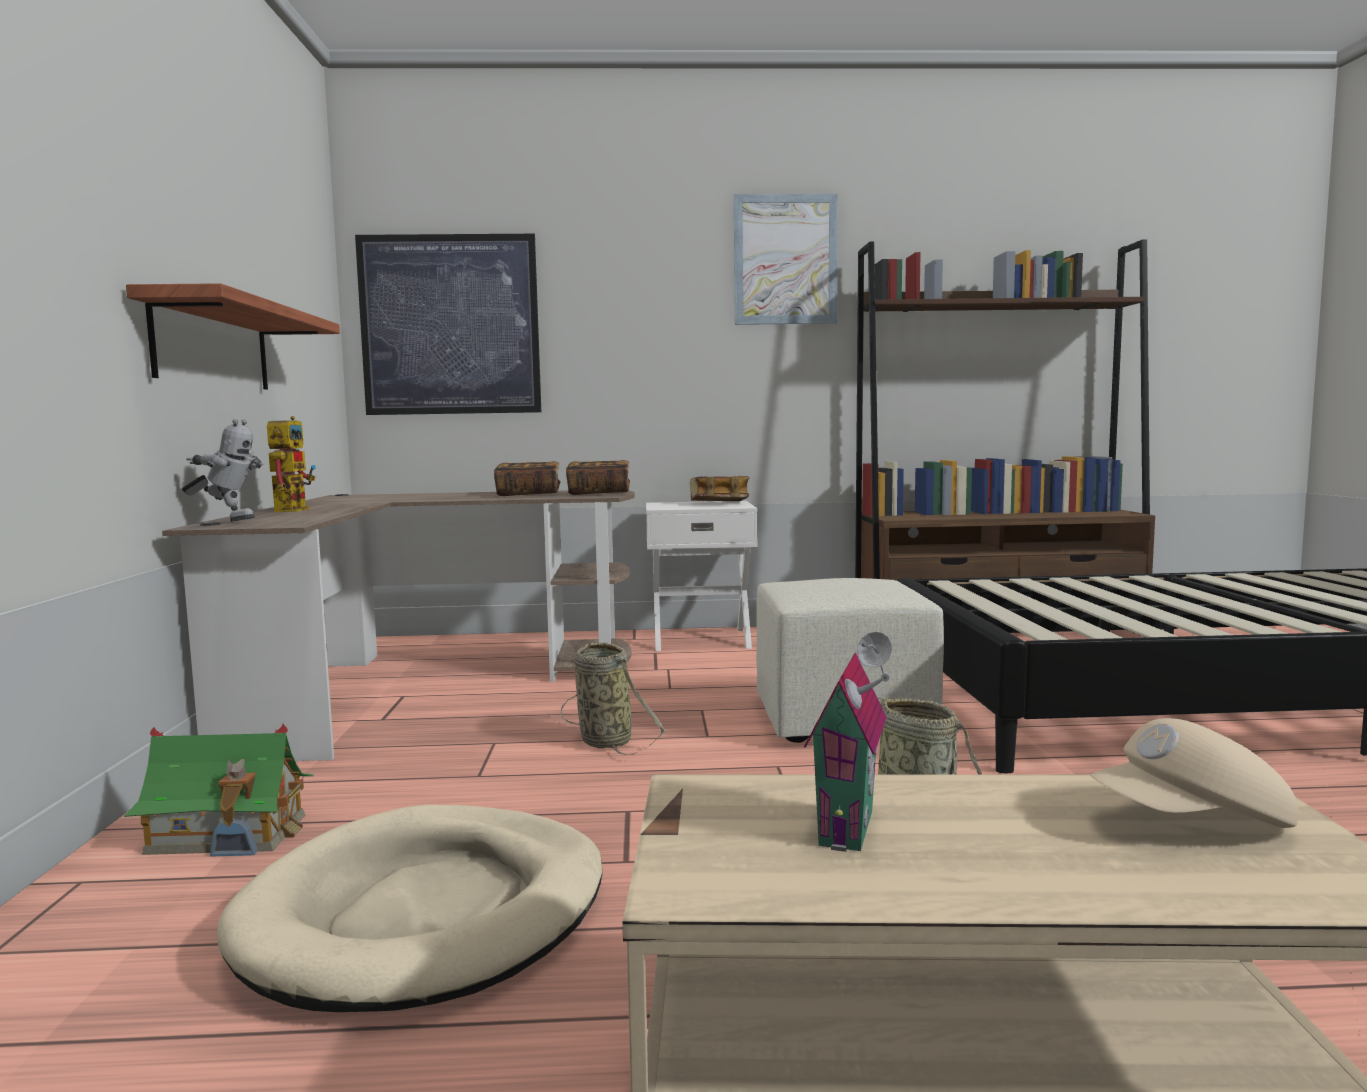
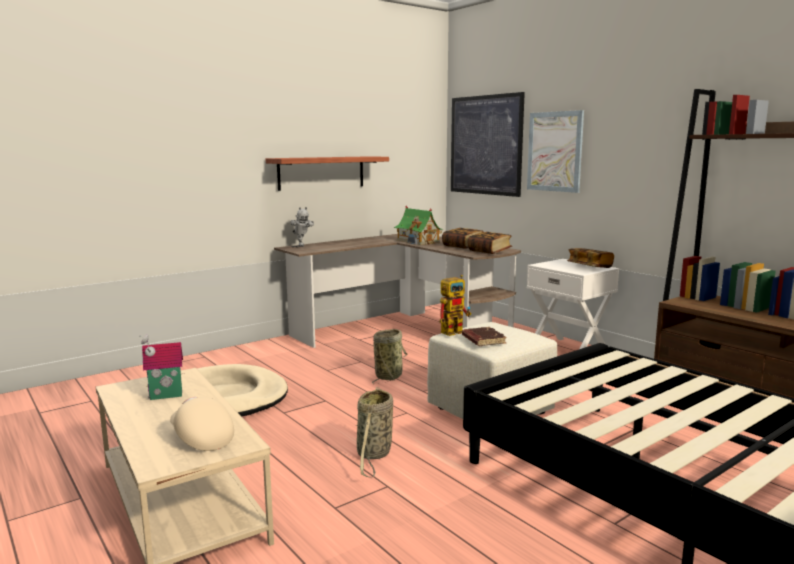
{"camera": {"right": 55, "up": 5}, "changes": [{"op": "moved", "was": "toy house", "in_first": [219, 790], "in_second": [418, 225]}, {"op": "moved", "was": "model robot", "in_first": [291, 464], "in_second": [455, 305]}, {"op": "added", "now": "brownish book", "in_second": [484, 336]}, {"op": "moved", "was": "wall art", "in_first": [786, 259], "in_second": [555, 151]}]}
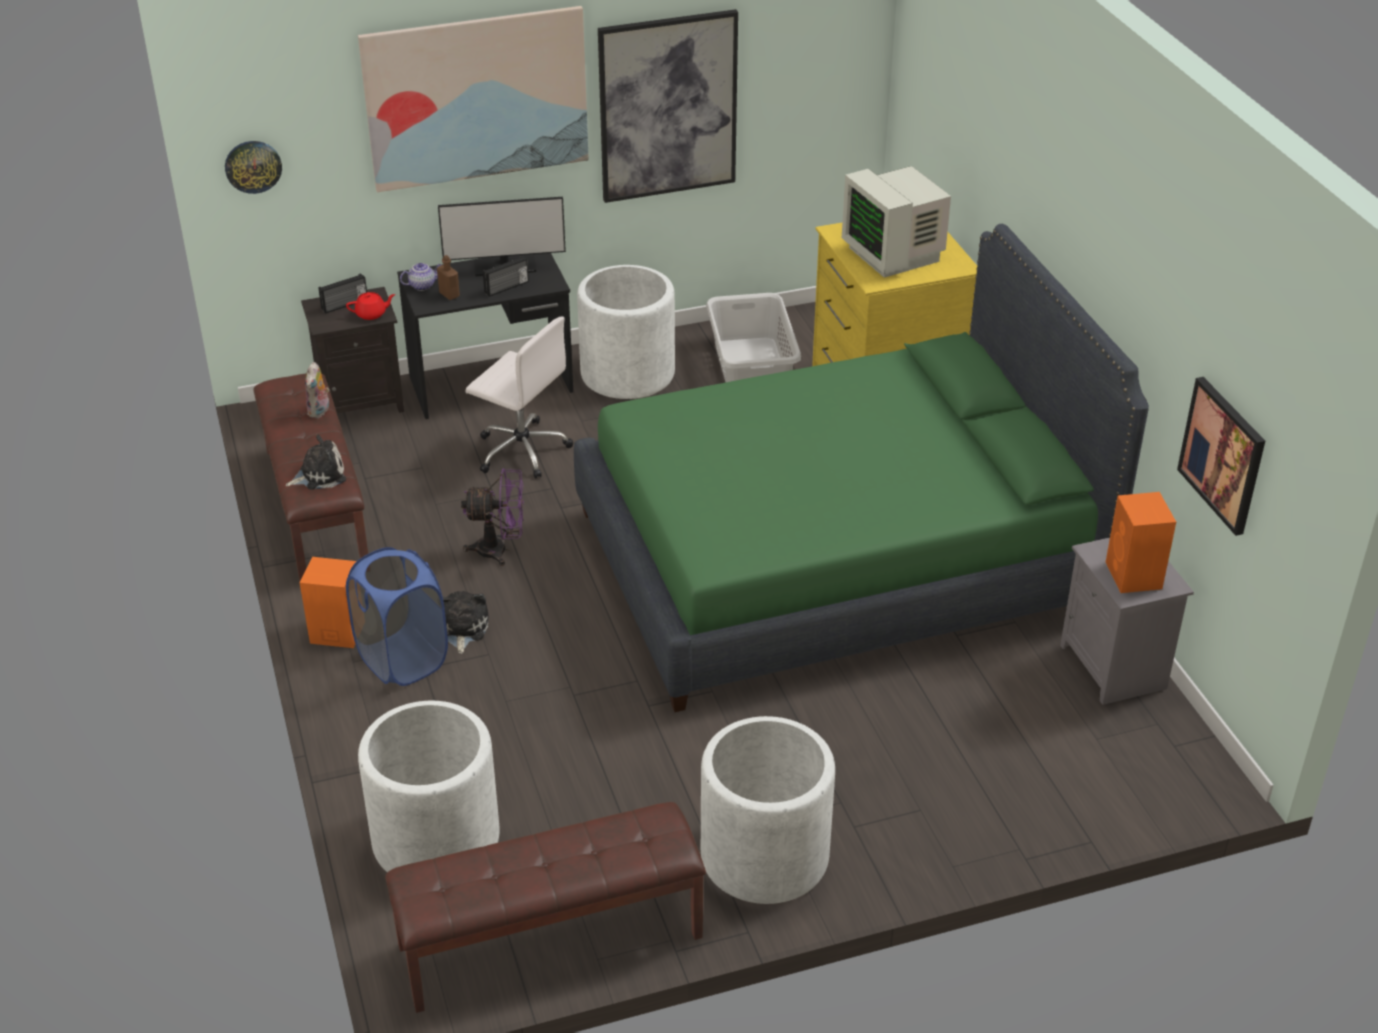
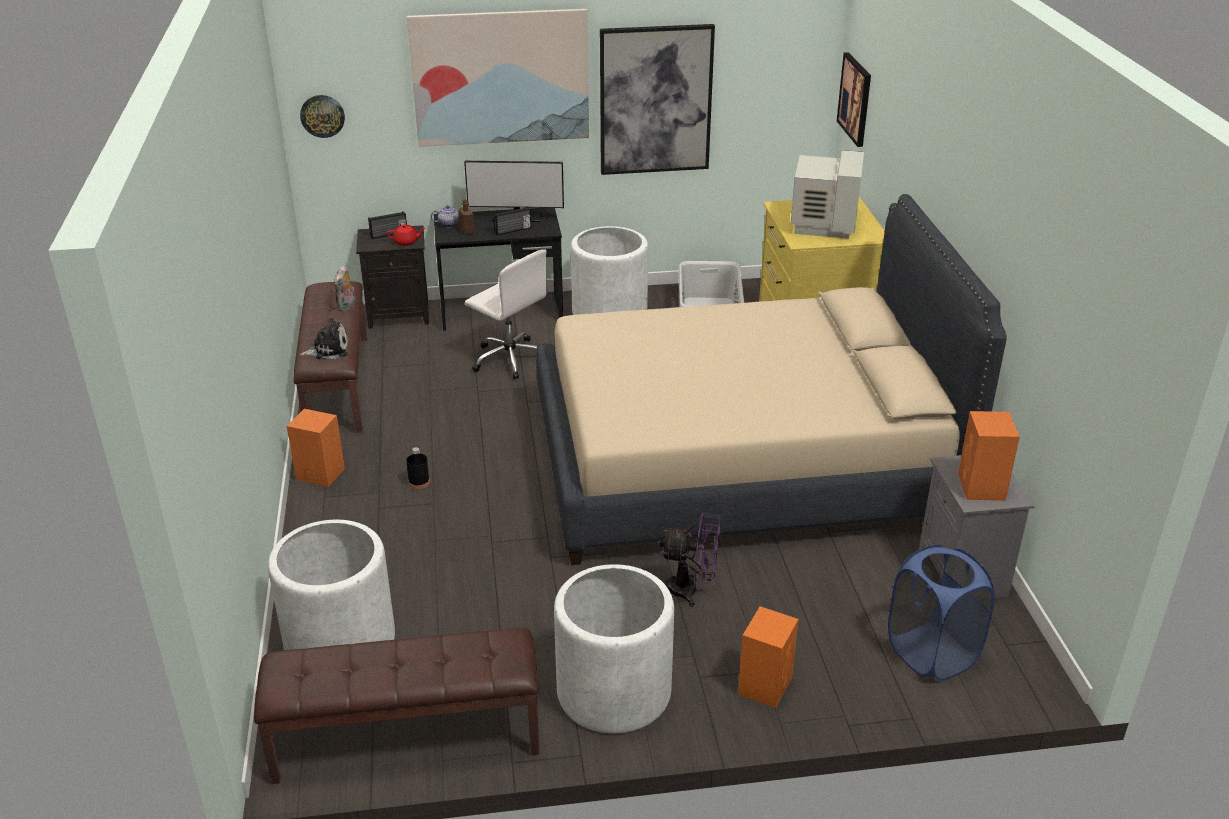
{"camera": {"right": 10, "up": -5}, "changes": [{"op": "replaced", "was": "soft toy", "now": "black-coloured bottle", "in_first": [465, 622], "in_second": [418, 468]}, {"op": "recoloured", "was": "green bedroom bed", "now": "sand-coloured bedroom bed", "in_first": [861, 468], "in_second": [771, 379]}, {"op": "moved", "was": "purplish fan", "in_first": [492, 517], "in_second": [689, 559]}, {"op": "added", "now": "orangey loudspeaker", "in_second": [768, 657]}, {"op": "turned", "was": "monitor", "in_first": [896, 222], "in_second": [827, 194], "clockwise": -150}, {"op": "moved", "was": "wall art", "in_first": [1221, 456], "in_second": [854, 99]}, {"op": "moved", "was": "blue-coloured washing basket", "in_first": [397, 616], "in_second": [941, 612]}]}
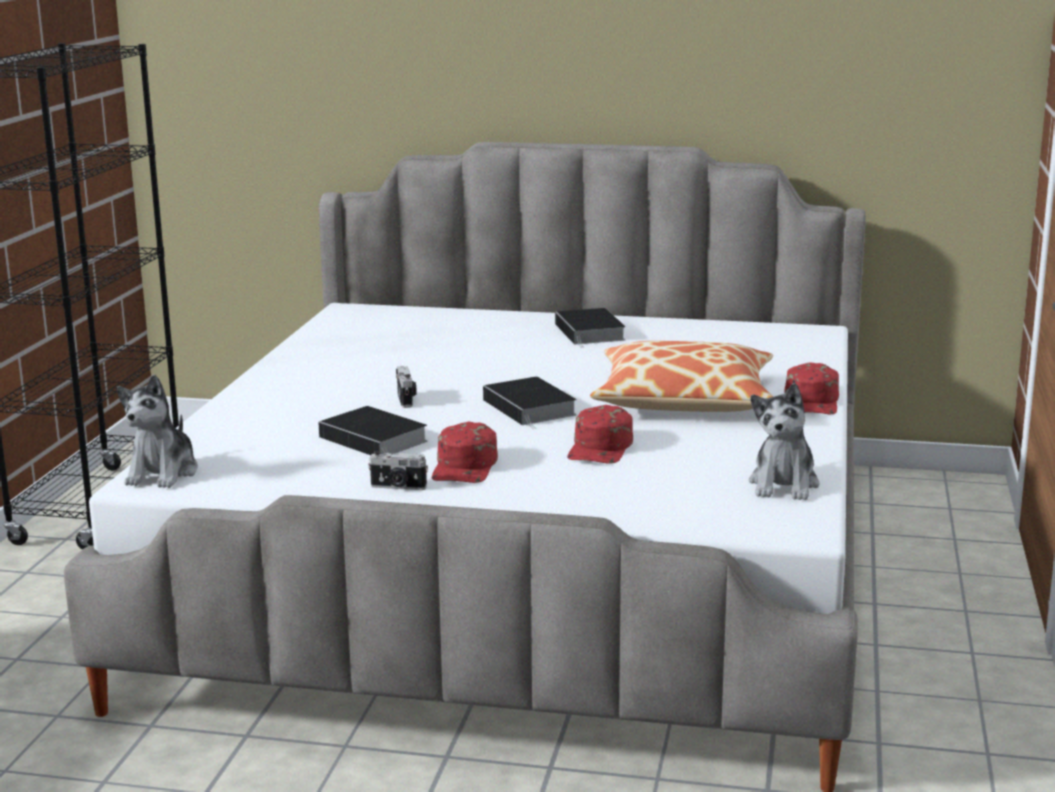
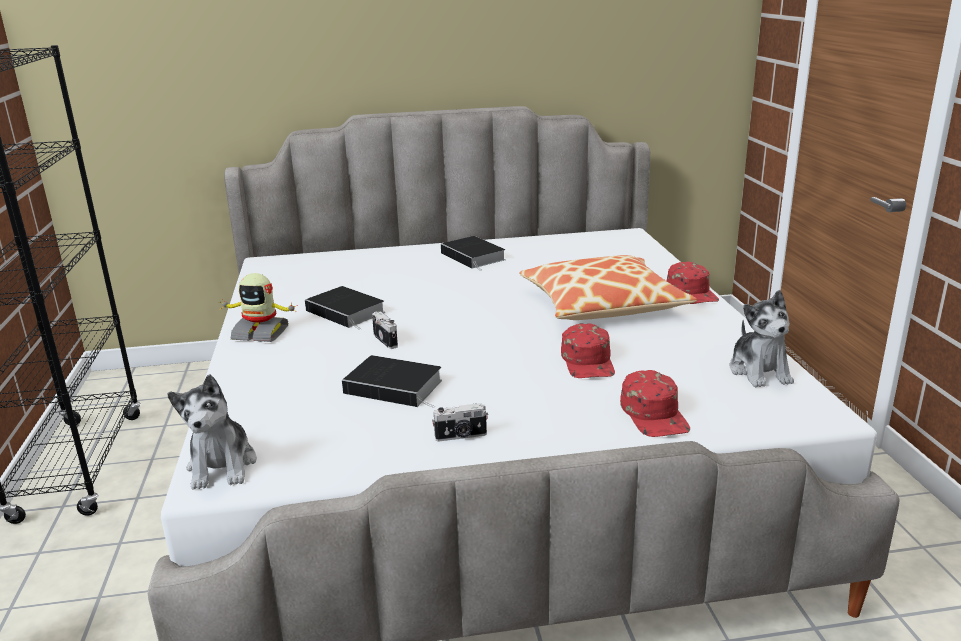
{"camera": {"right": -20, "up": 5}, "changes": [{"op": "added", "now": "model robot", "in_second": [258, 307]}, {"op": "moved", "was": "book", "in_first": [530, 403], "in_second": [345, 308]}, {"op": "moved", "was": "reddish peaked cap", "in_first": [465, 452], "in_second": [655, 403]}]}
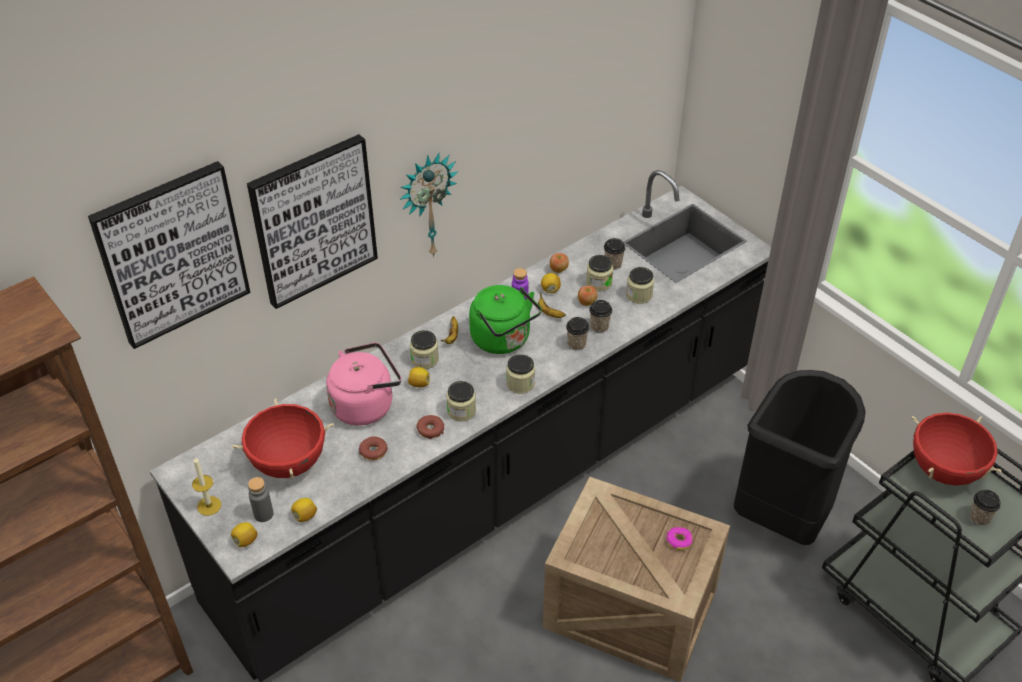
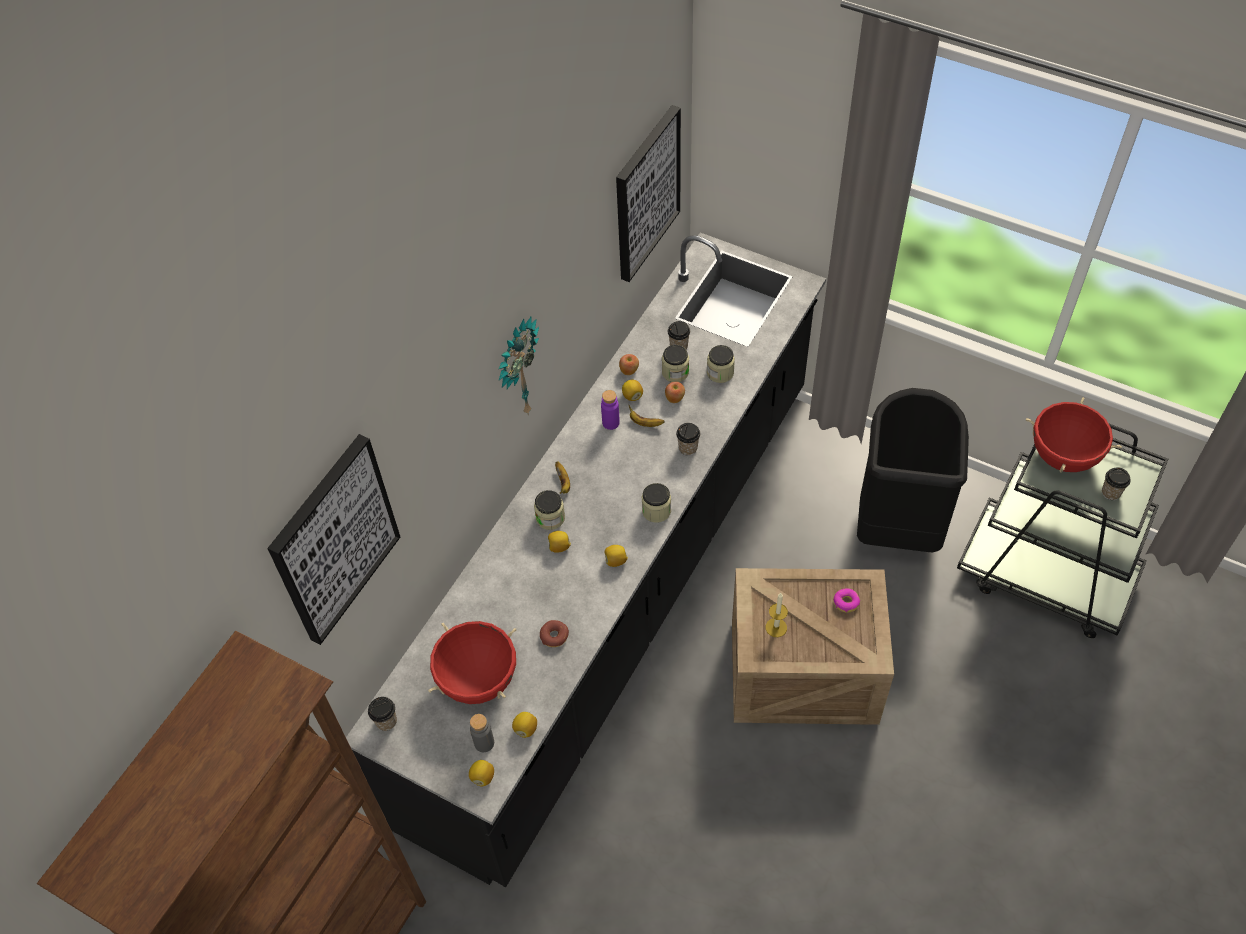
{"camera": {"right": -20, "up": 10}, "changes": [{"op": "moved", "was": "cup", "in_first": [600, 316], "in_second": [382, 714]}, {"op": "replaced", "was": "jar", "now": "citrus fruit", "in_first": [461, 401], "in_second": [616, 556]}, {"op": "moved", "was": "wall art", "in_first": [312, 221], "in_second": [648, 193]}, {"op": "moved", "was": "candle", "in_first": [206, 486], "in_second": [777, 615]}, {"op": "removed", "was": "pinkish water kettle", "in_first": [363, 384]}, {"op": "removed", "was": "donut", "in_first": [430, 427]}, {"op": "removed", "was": "green water kettle", "in_first": [505, 319]}]}
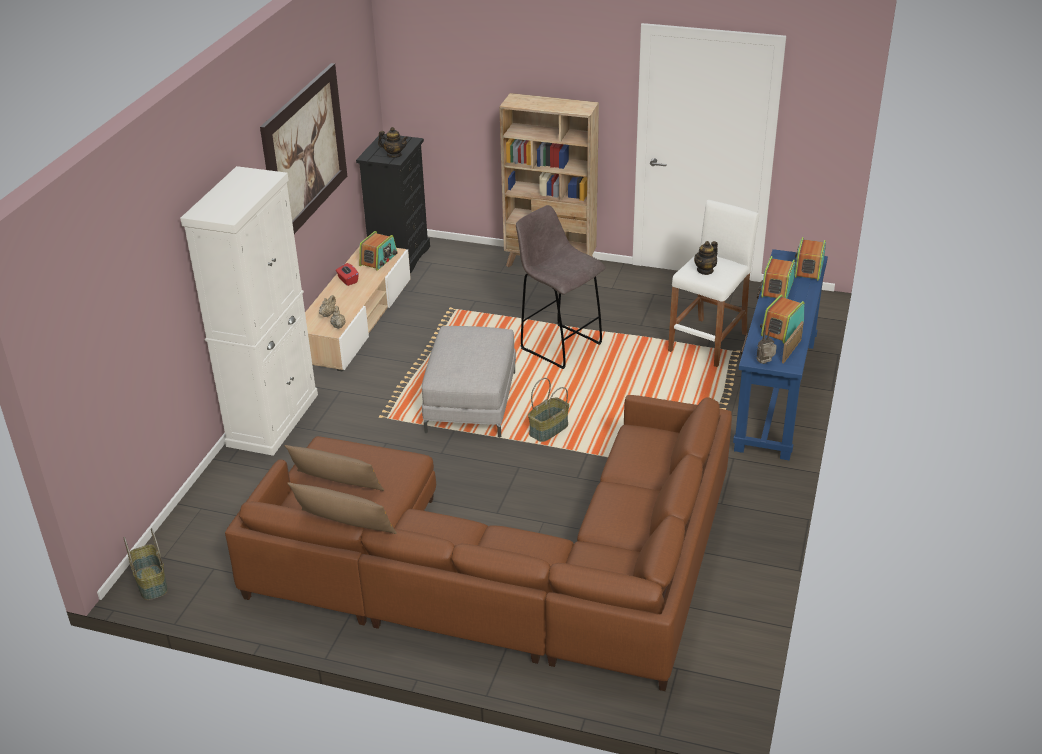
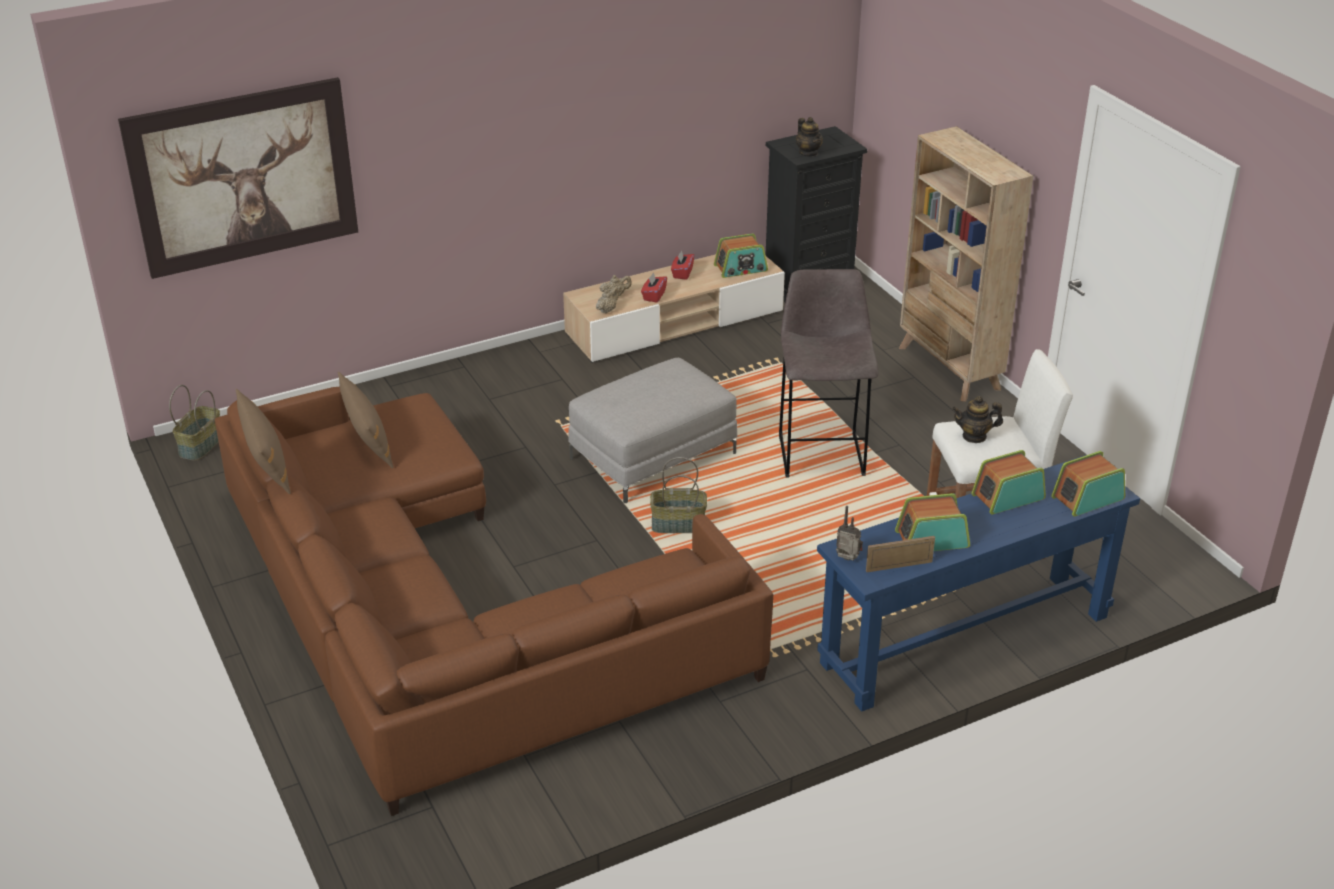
{"camera": {"right": 45, "up": 0}, "changes": [{"op": "moved", "was": "wall art", "in_first": [303, 148], "in_second": [238, 178]}, {"op": "added", "now": "reddish tissue box", "in_second": [654, 287]}, {"op": "removed", "was": "white-coloured cabinet", "in_first": [249, 311]}]}
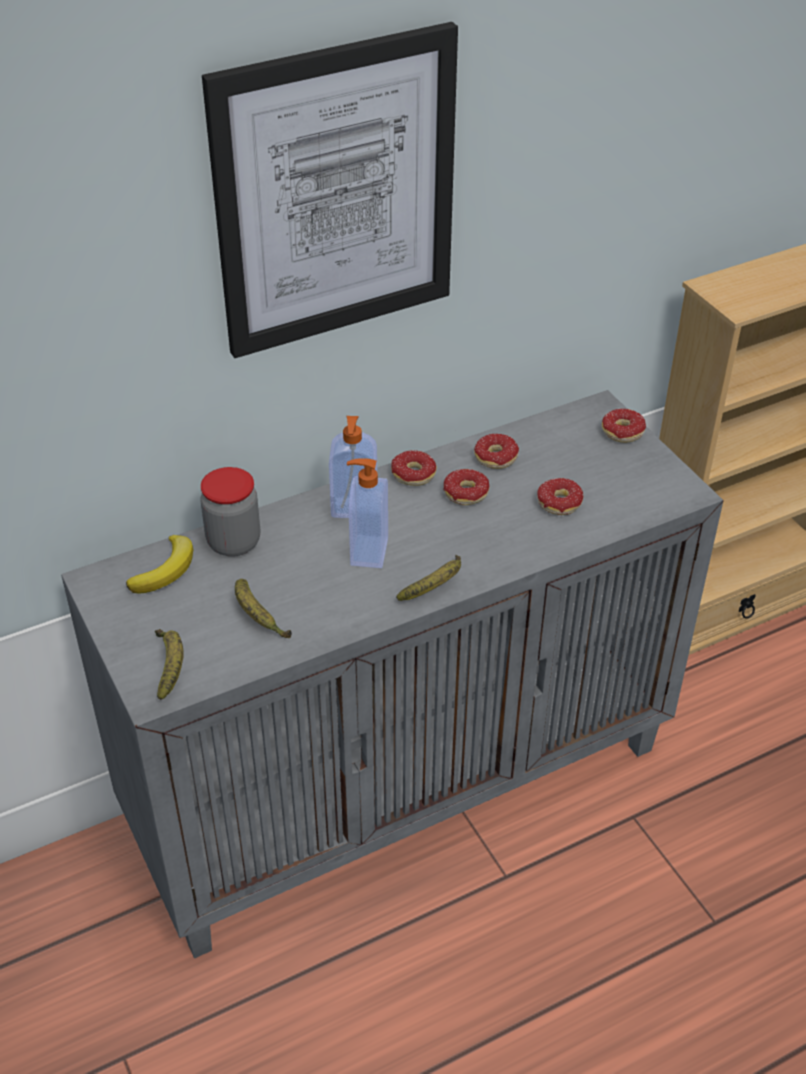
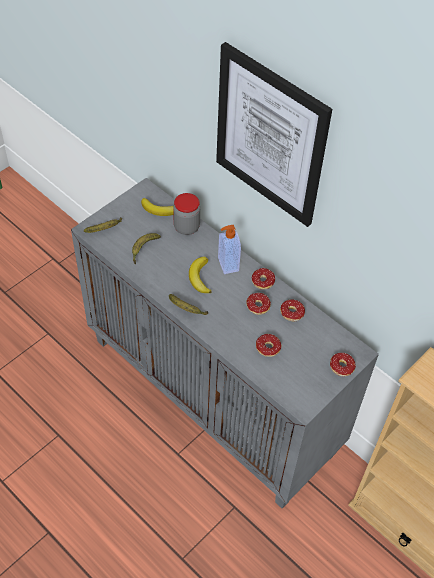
{"camera": {"right": 70, "up": 10}, "changes": [{"op": "replaced", "was": "soap bottle", "now": "banana fruit", "in_first": [367, 513], "in_second": [200, 275]}]}
